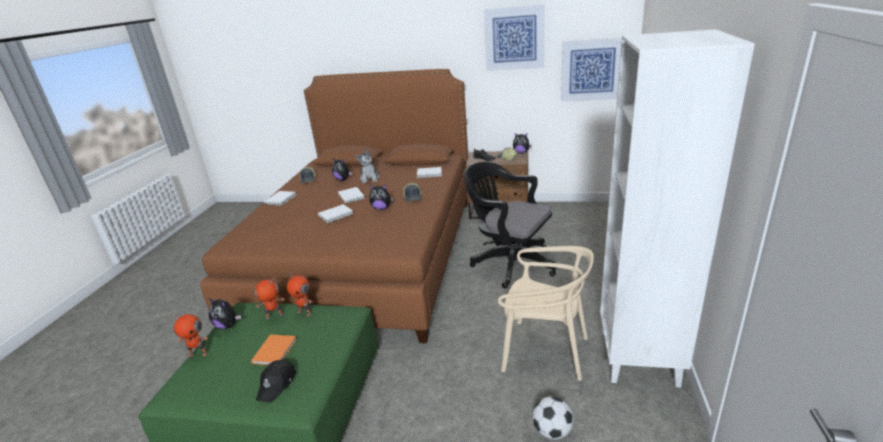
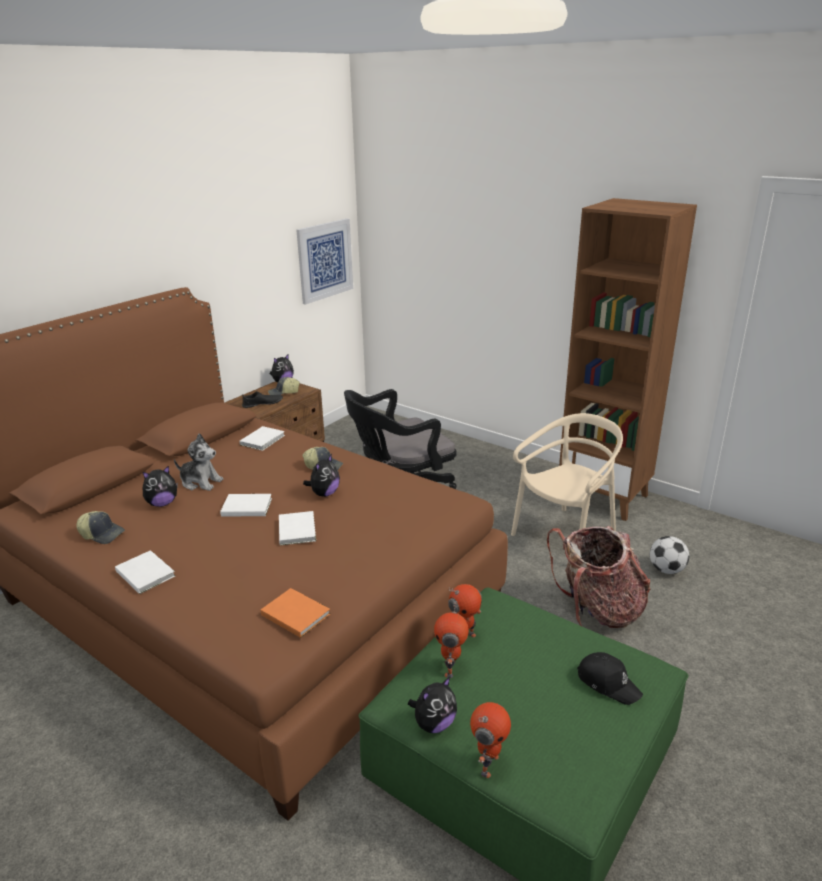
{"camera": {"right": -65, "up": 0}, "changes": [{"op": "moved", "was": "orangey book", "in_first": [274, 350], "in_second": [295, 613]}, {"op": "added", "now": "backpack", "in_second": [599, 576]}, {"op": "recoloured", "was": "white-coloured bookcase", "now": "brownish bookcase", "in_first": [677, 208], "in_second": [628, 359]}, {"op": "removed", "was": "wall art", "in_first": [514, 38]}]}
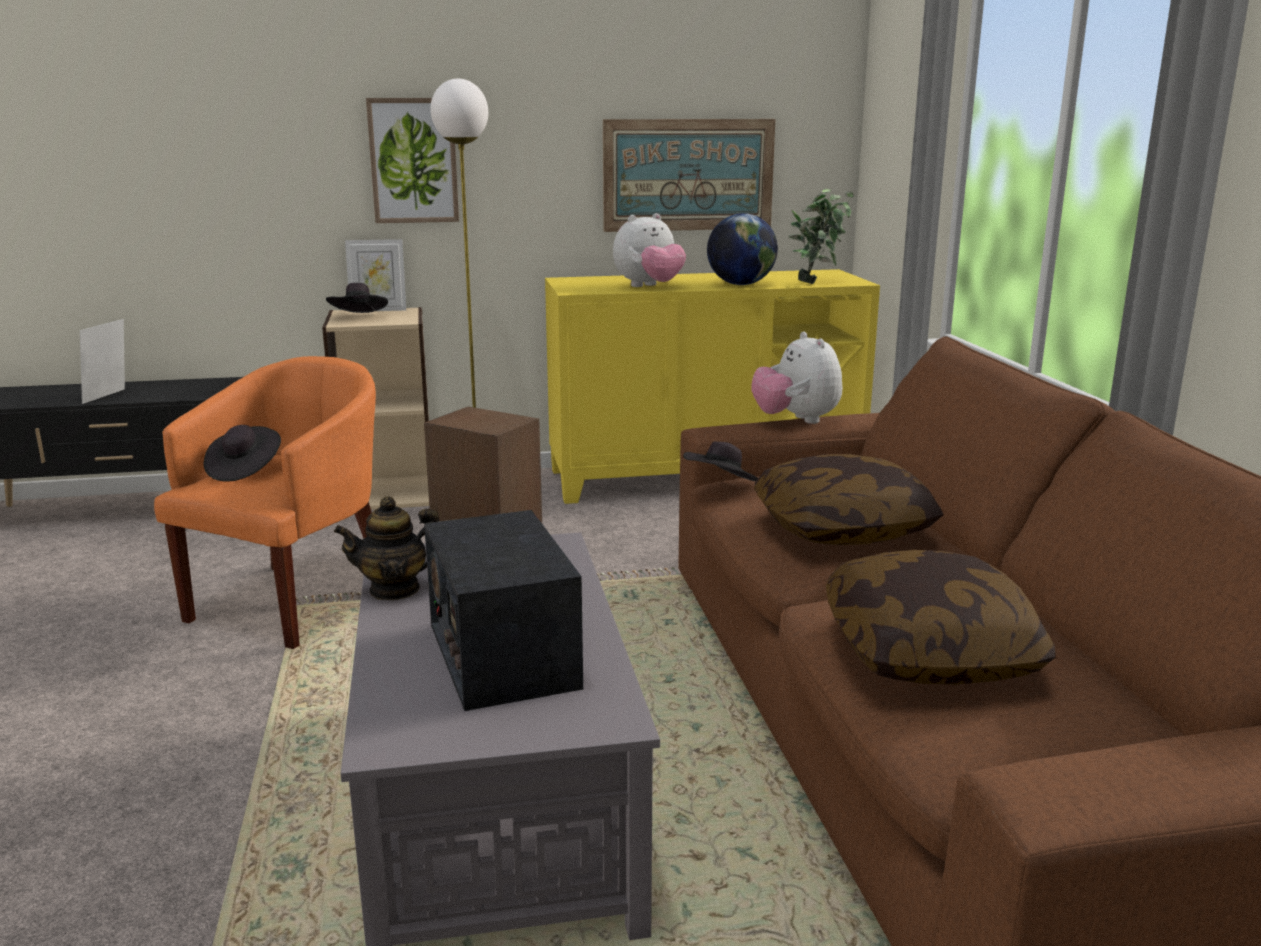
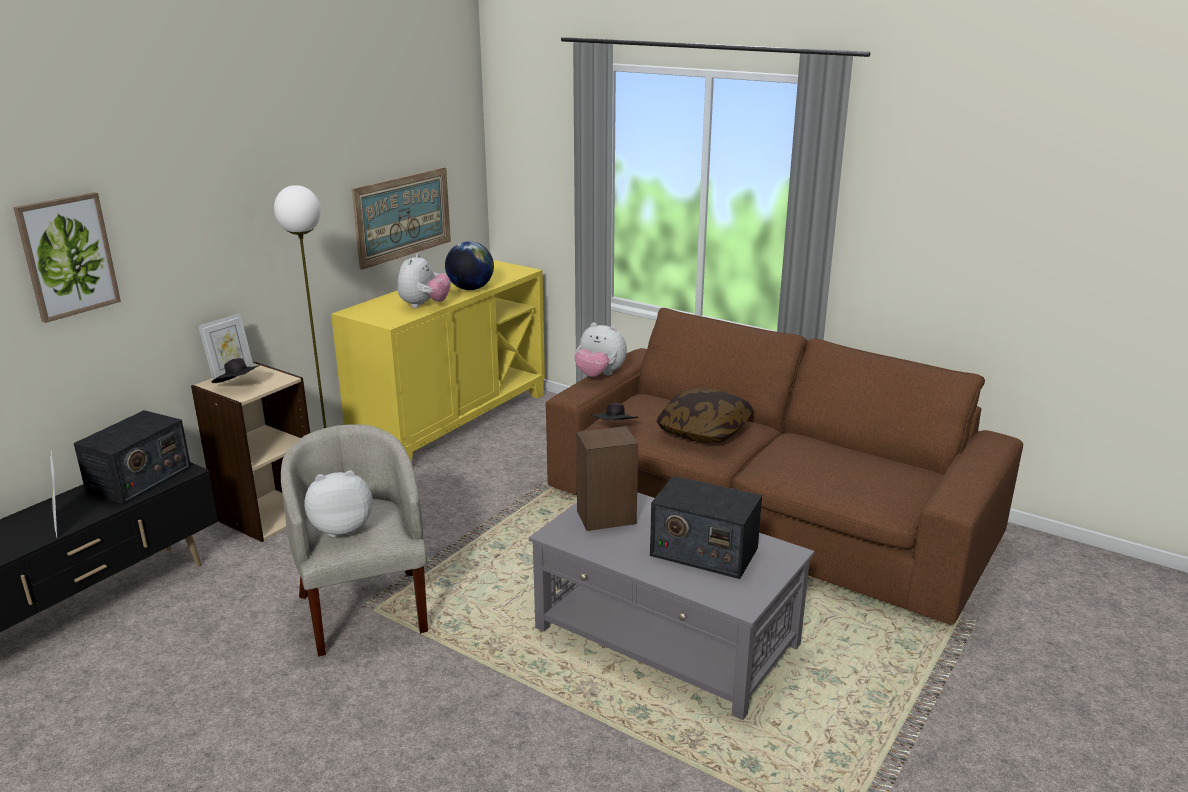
{"camera": {"right": -45, "up": 5}, "changes": [{"op": "moved", "was": "wall art", "in_first": [412, 160], "in_second": [67, 257]}, {"op": "added", "now": "radio set", "in_second": [132, 457]}, {"op": "recoloured", "was": "orangey armchair", "now": "sand-coloured armchair", "in_first": [265, 502], "in_second": [354, 540]}, {"op": "replaced", "was": "black-coloured clothing hat", "now": "soft toy", "in_first": [242, 453], "in_second": [338, 503]}, {"op": "removed", "was": "tea pot", "in_first": [386, 548]}, {"op": "removed", "was": "plant in a pot", "in_first": [821, 236]}, {"op": "removed", "was": "cushion", "in_first": [941, 617]}]}
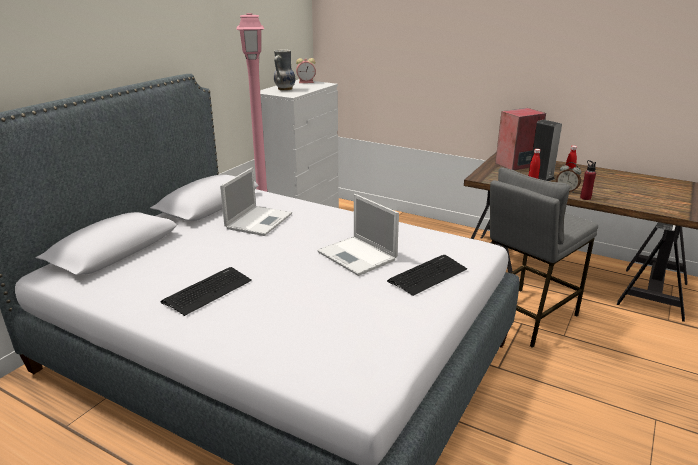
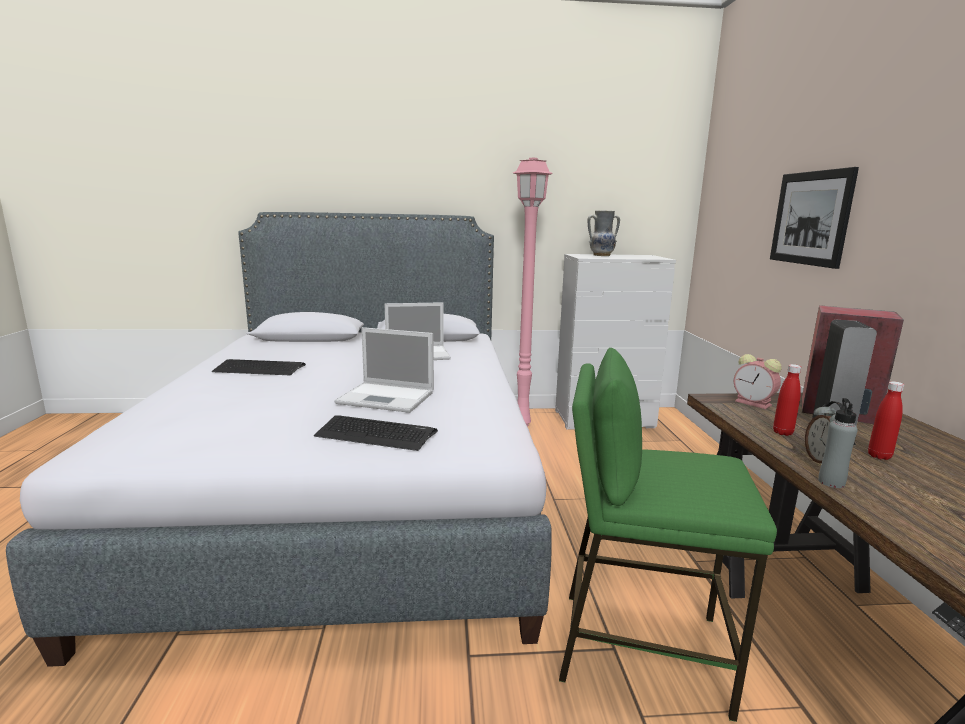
{"camera": {"right": 55, "up": -10}, "changes": [{"op": "turned", "was": "notebook computer", "in_first": [358, 235], "in_second": [384, 370], "clockwise": -90}, {"op": "recoloured", "was": "greyish sitting stool", "now": "green sitting stool", "in_first": [544, 257], "in_second": [668, 535]}, {"op": "moved", "was": "bedside clock", "in_first": [306, 70], "in_second": [758, 381]}, {"op": "added", "now": "wall art", "in_second": [814, 218]}, {"op": "recoloured", "was": "reddish bottle", "now": "greyish bottle", "in_first": [588, 180], "in_second": [838, 443]}]}
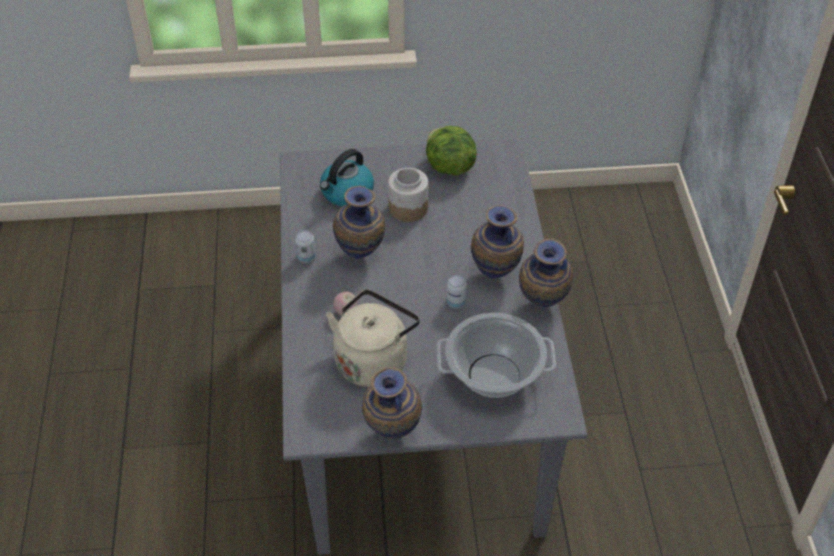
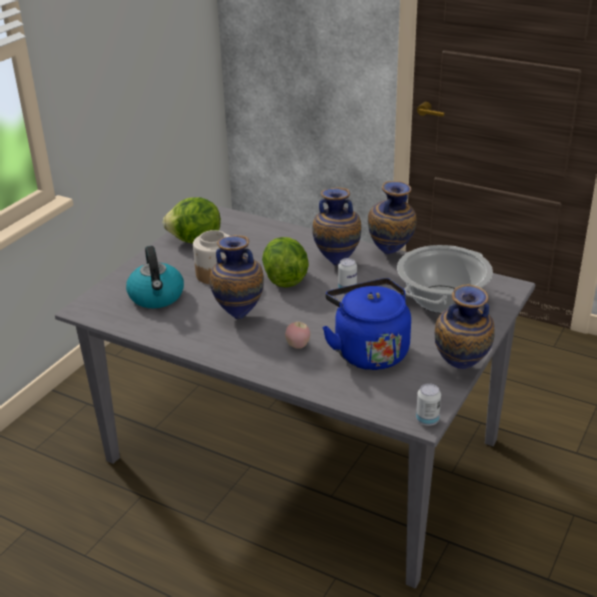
{"camera": {"right": -55, "up": -15}, "changes": [{"op": "added", "now": "lettuce", "in_second": [285, 262]}, {"op": "recoloured", "was": "sand-coloured water kettle", "now": "blue-coloured water kettle", "in_first": [373, 338], "in_second": [366, 324]}, {"op": "moved", "was": "metal can", "in_first": [305, 246], "in_second": [428, 404]}]}
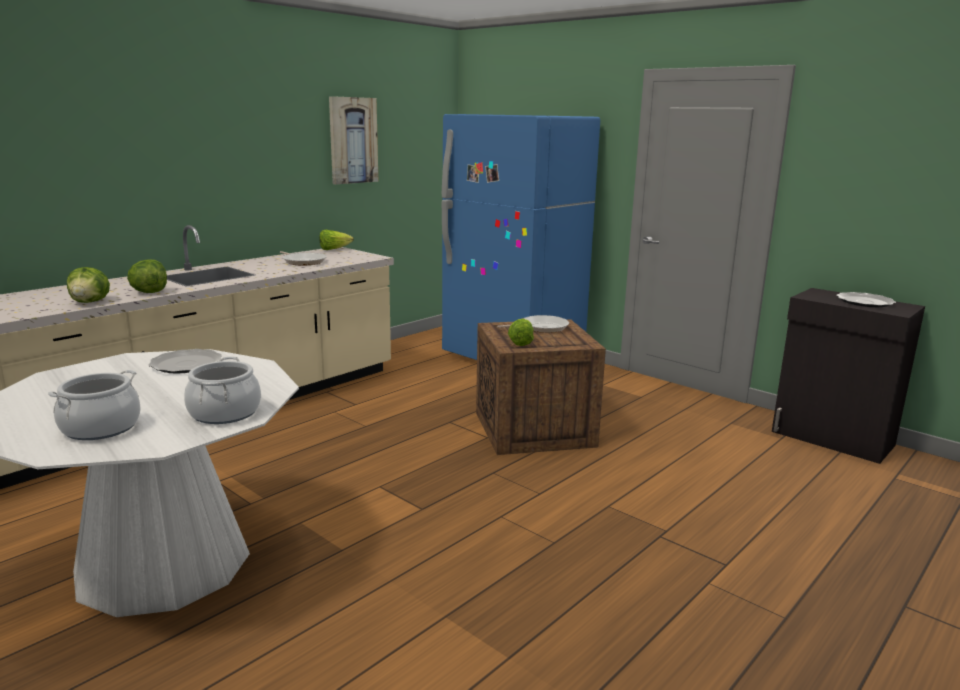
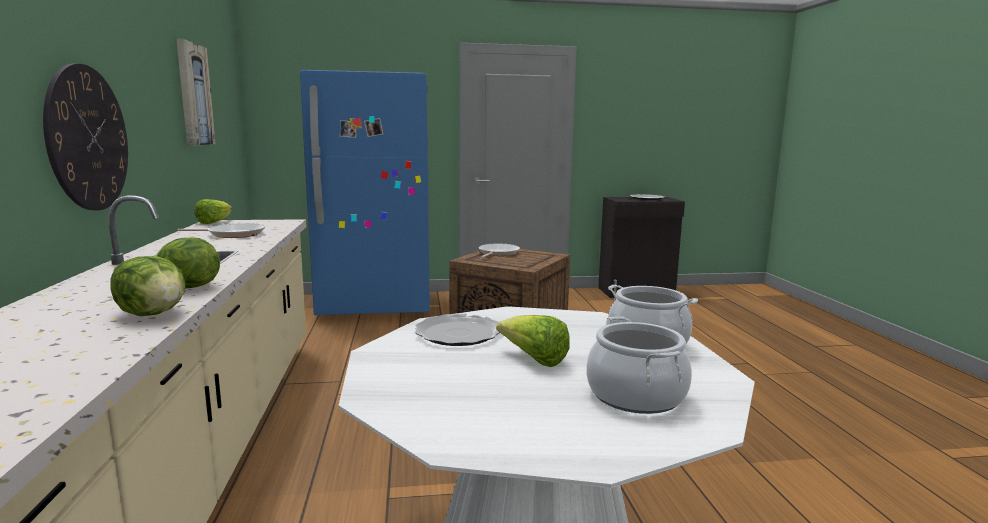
{"camera": {"right": -50, "up": -5}, "changes": [{"op": "added", "now": "hanging clock", "in_second": [85, 136]}, {"op": "moved", "was": "lettuce", "in_first": [521, 332], "in_second": [533, 341]}]}
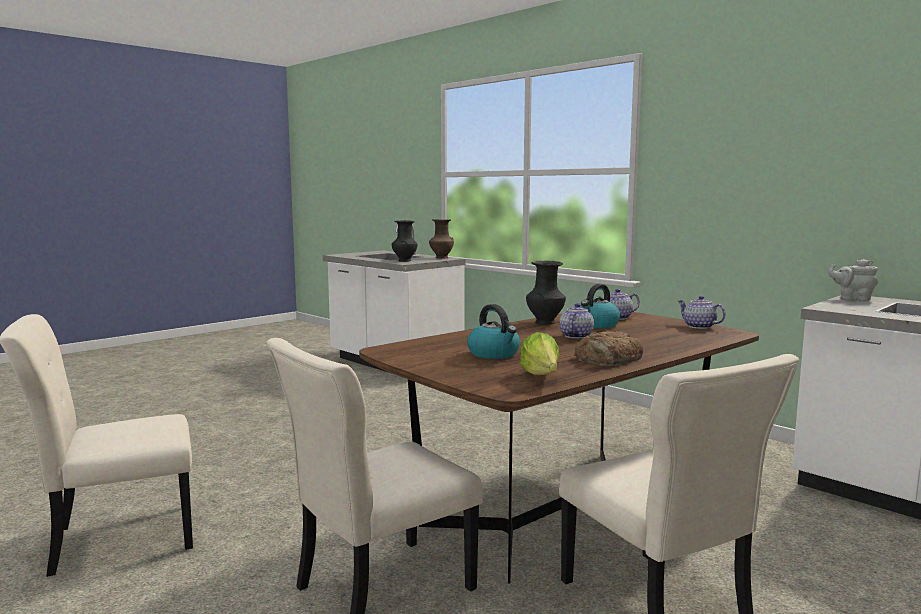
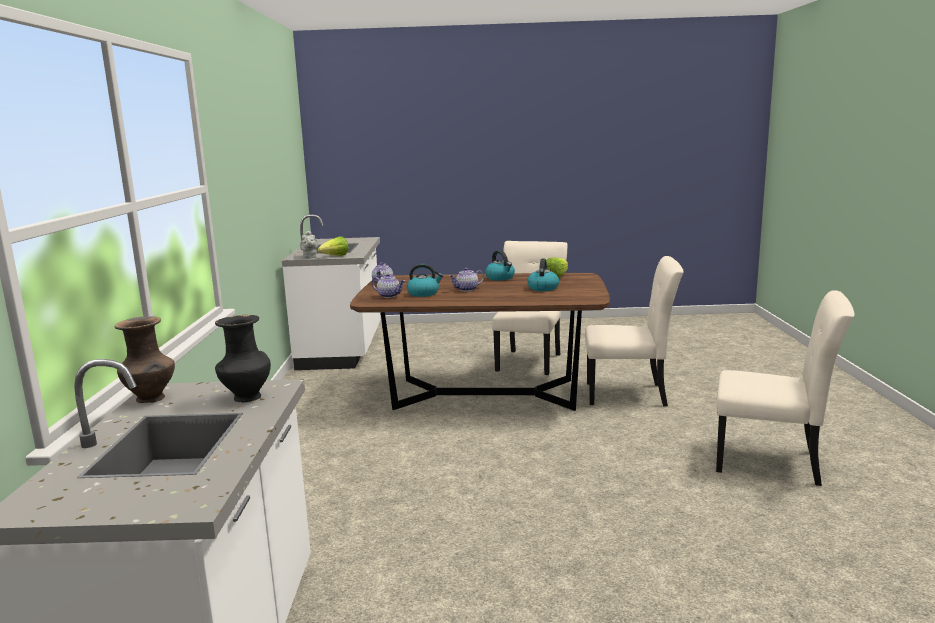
{"camera": {"right": -135, "up": 5}, "changes": [{"op": "added", "now": "lettuce", "in_second": [333, 246]}, {"op": "replaced", "was": "bakery bread", "now": "water kettle", "in_first": [609, 348], "in_second": [500, 265]}, {"op": "removed", "was": "black-coloured decorative vase", "in_first": [546, 293]}]}
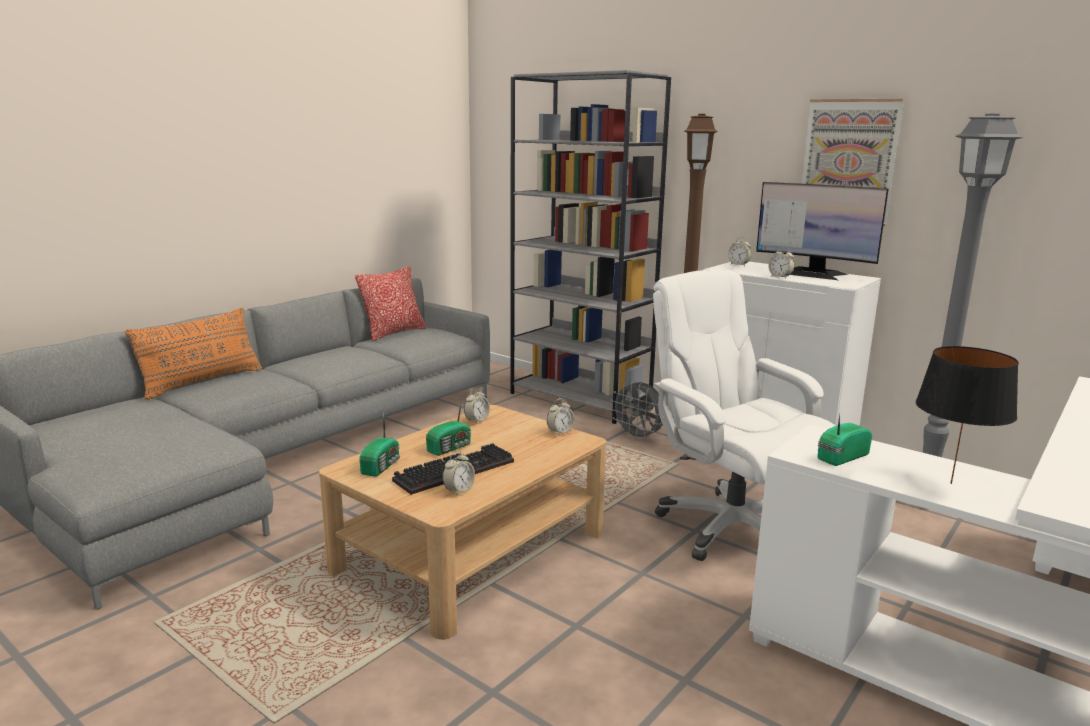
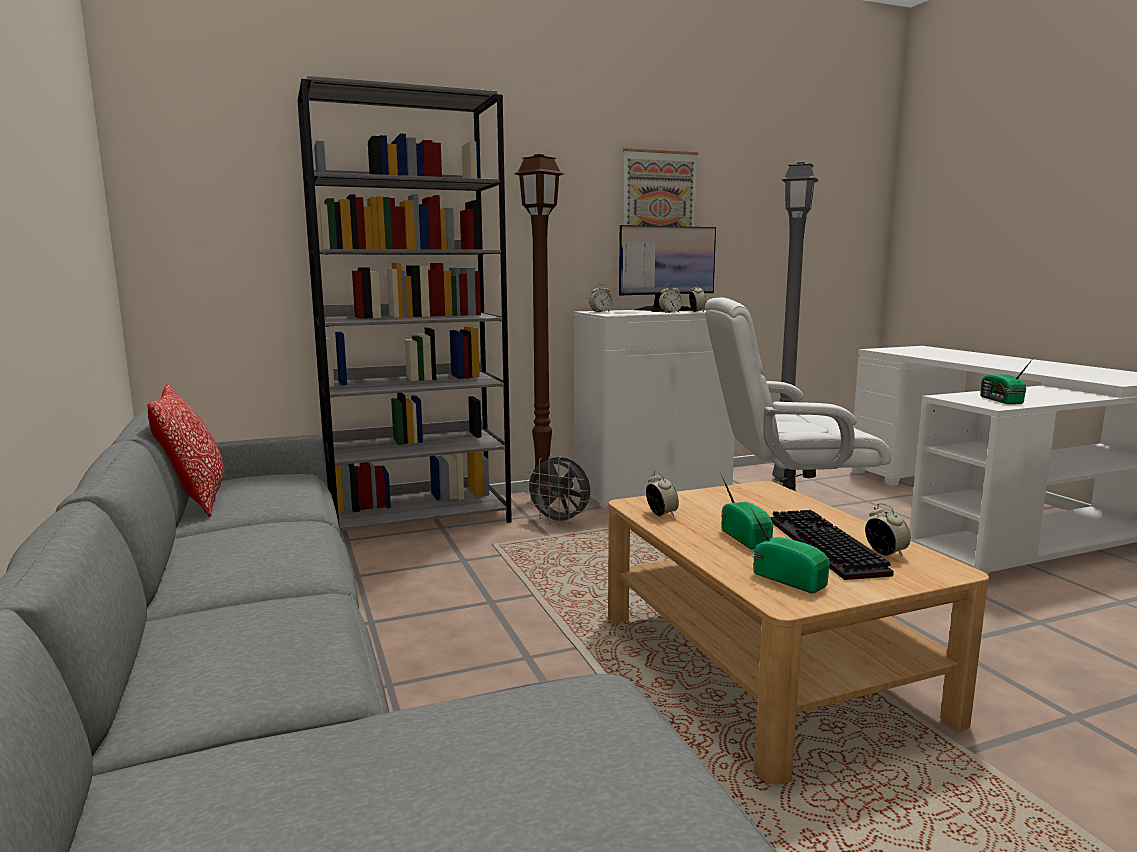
{"camera": {"right": -60, "up": -5}, "changes": [{"op": "turned", "was": "greyish fan", "in_first": [637, 411], "in_second": [557, 491], "clockwise": 45}, {"op": "moved", "was": "bedside clock", "in_first": [561, 417], "in_second": [698, 297]}, {"op": "removed", "was": "orangey cushion", "in_first": [193, 353]}, {"op": "removed", "was": "black-coloured tabletop lamp", "in_first": [967, 415]}]}
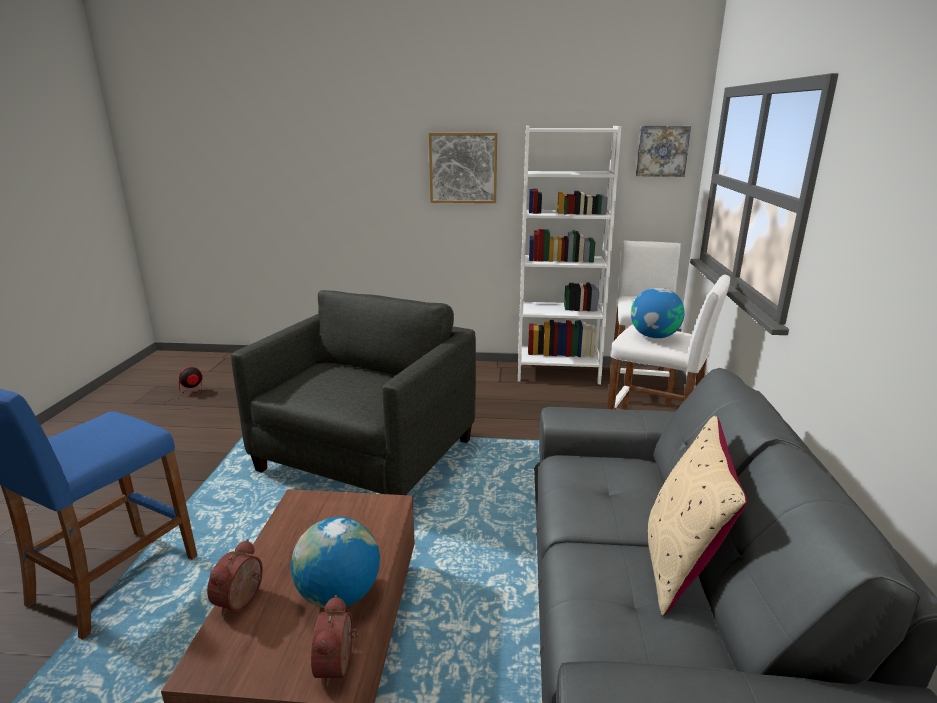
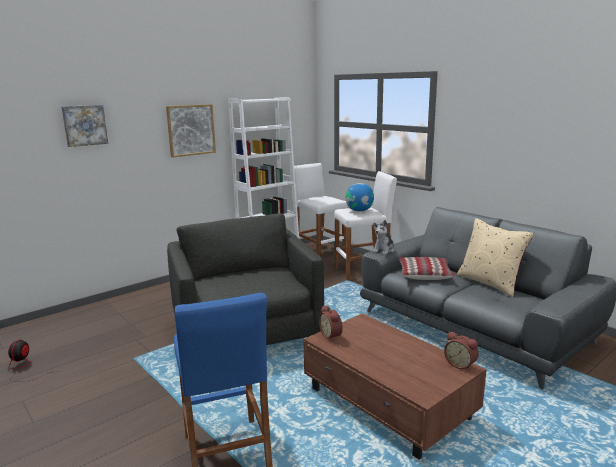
{"camera": {"right": -45, "up": -5}, "changes": [{"op": "moved", "was": "wall art", "in_first": [663, 151], "in_second": [84, 126]}, {"op": "moved", "was": "bedside clock", "in_first": [235, 577], "in_second": [331, 323]}, {"op": "added", "now": "soft toy", "in_second": [383, 237]}, {"op": "added", "now": "cushion", "in_second": [427, 268]}, {"op": "removed", "was": "globe", "in_first": [335, 563]}]}
